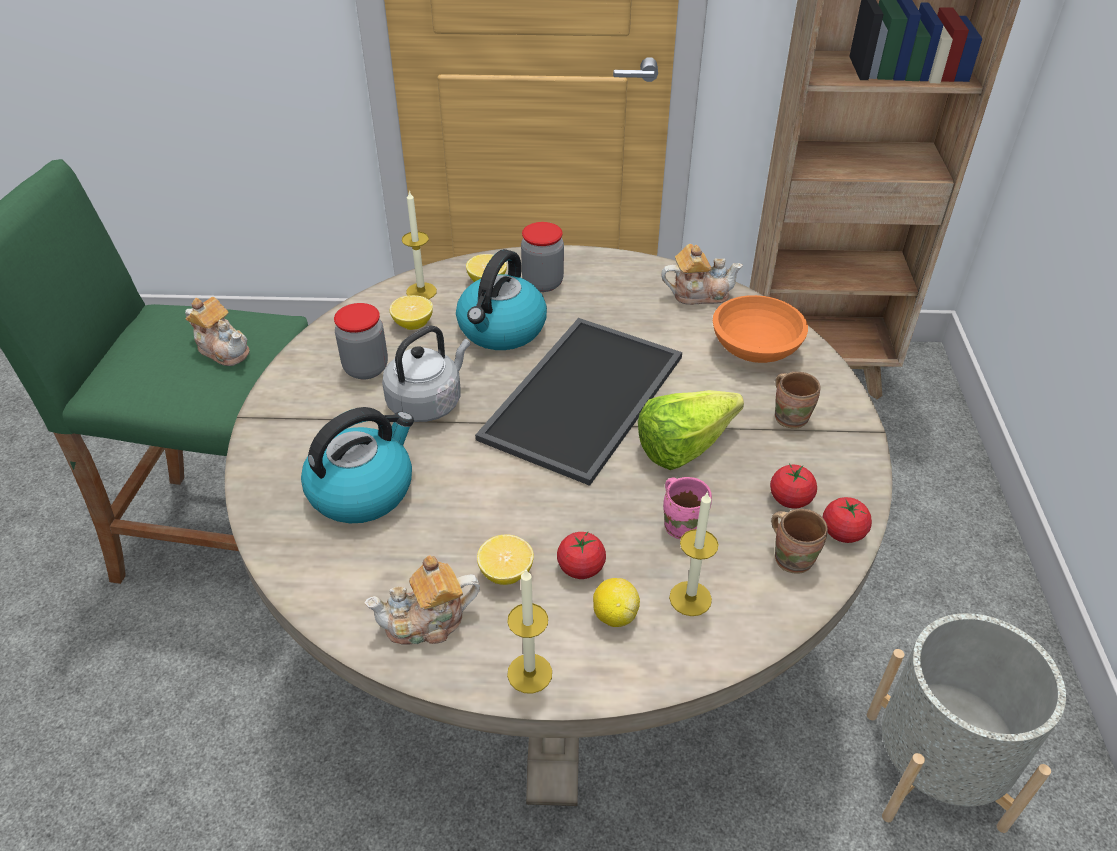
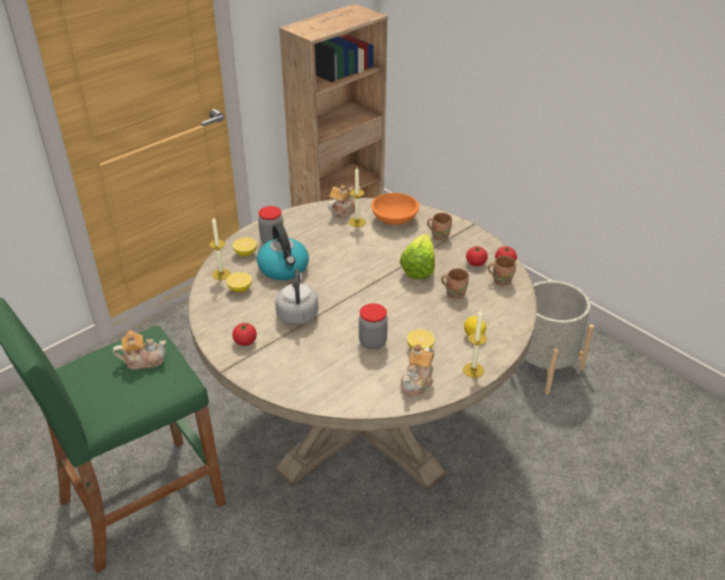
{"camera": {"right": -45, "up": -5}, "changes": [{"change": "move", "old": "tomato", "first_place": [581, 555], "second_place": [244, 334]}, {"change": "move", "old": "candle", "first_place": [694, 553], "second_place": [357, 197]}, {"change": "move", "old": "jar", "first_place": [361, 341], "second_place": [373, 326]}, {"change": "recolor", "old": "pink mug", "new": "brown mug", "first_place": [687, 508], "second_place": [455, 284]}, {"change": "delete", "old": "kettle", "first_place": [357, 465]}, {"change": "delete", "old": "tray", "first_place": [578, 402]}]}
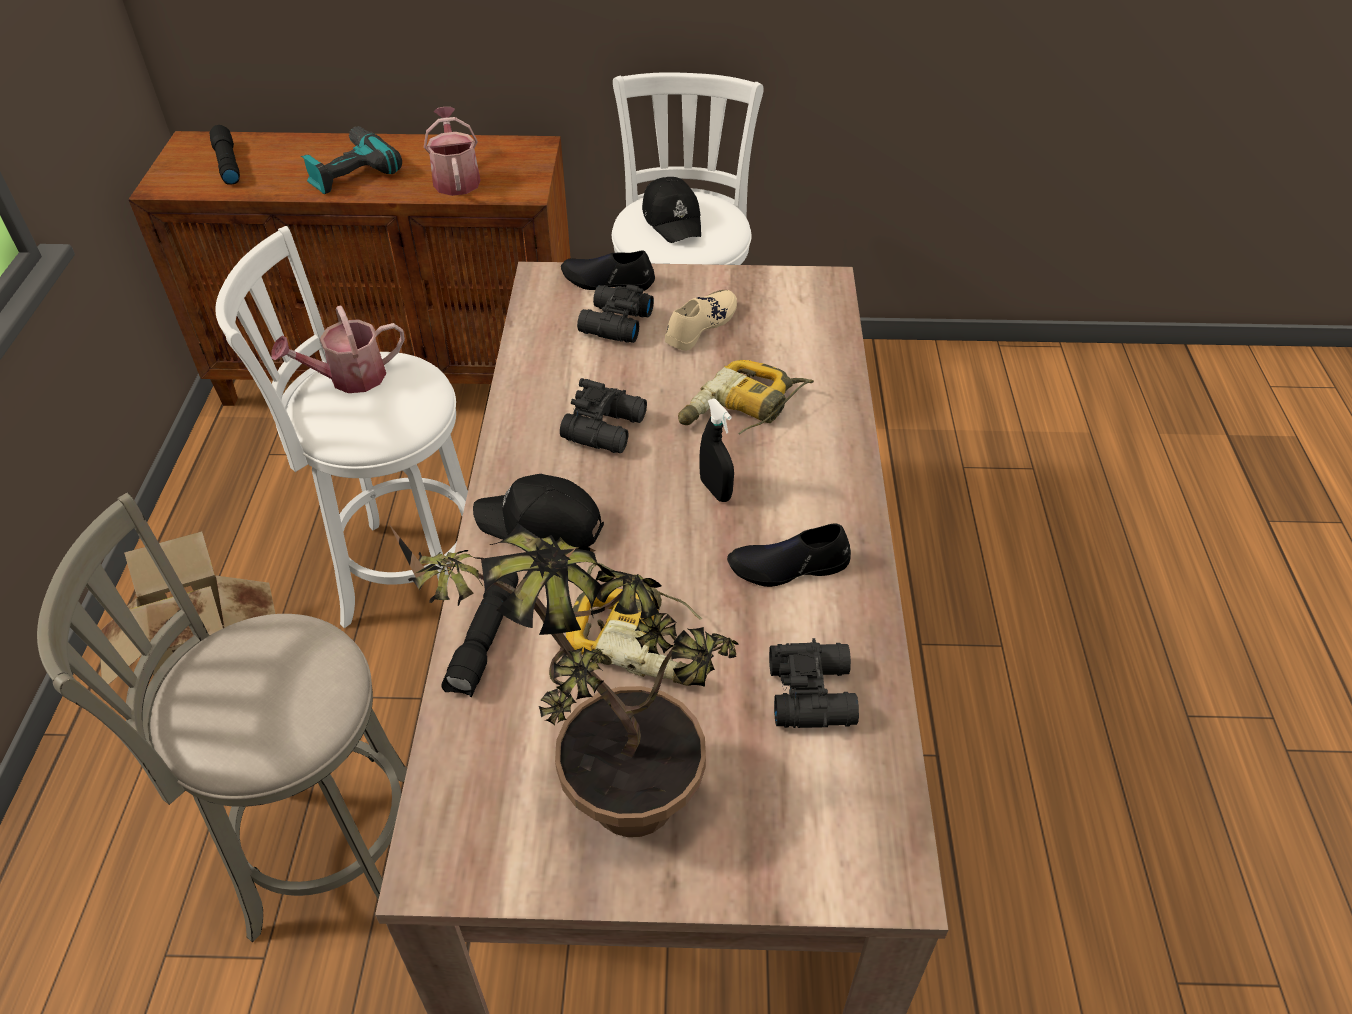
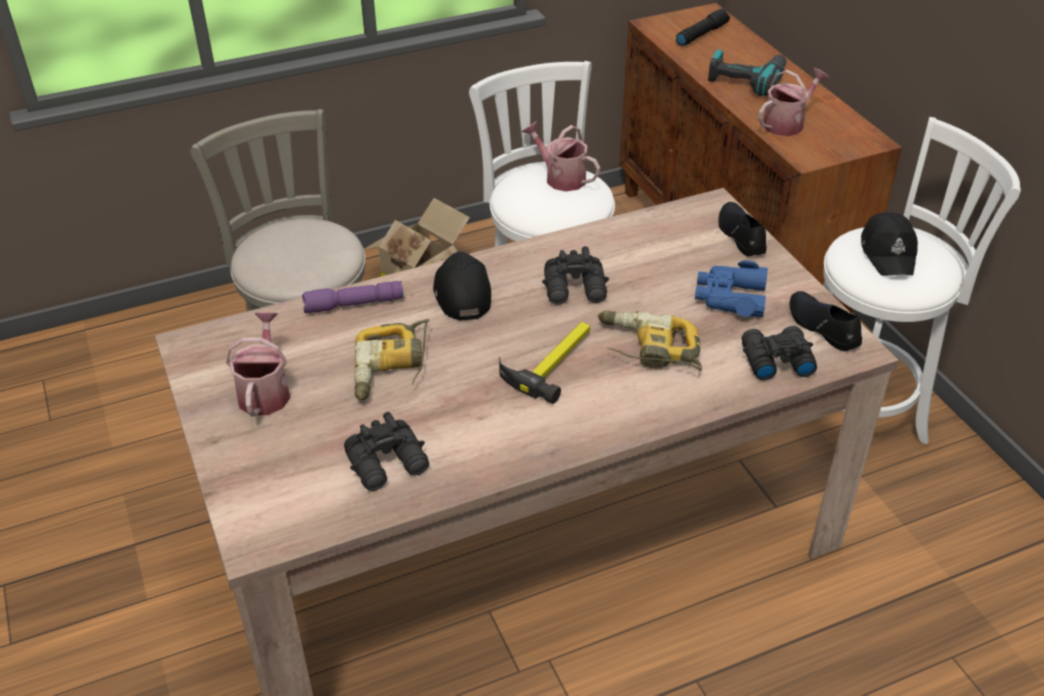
{"camera": {"right": 65, "up": -5}, "changes": [{"change": "replace", "old": "potted plant", "new": "watering can", "first_place": [564, 680], "second_place": [258, 364]}, {"change": "recolor", "old": "black flashlight", "new": "purple flashlight", "first_place": [479, 634], "second_place": [353, 297]}, {"change": "replace", "old": "black spray bottle", "new": "hammer", "first_place": [716, 450], "second_place": [544, 363]}, {"change": "replace", "old": "beige shoe", "new": "blue binoculars", "first_place": [701, 320], "second_place": [731, 288]}, {"change": "move", "old": "black binoculars", "first_place": [615, 313], "second_place": [779, 353]}, {"change": "move", "old": "black shoe", "first_place": [789, 555], "second_place": [825, 321]}, {"change": "rotate", "old": "black cap", "first_place": [671, 210], "second_place": [889, 244], "degrees": -45}]}
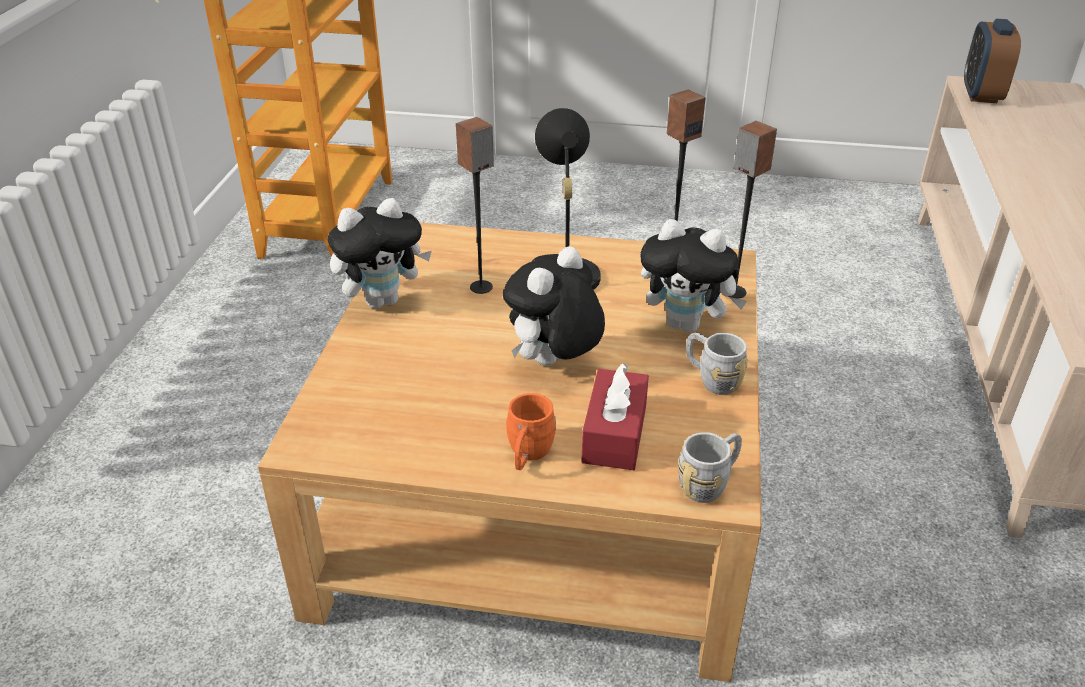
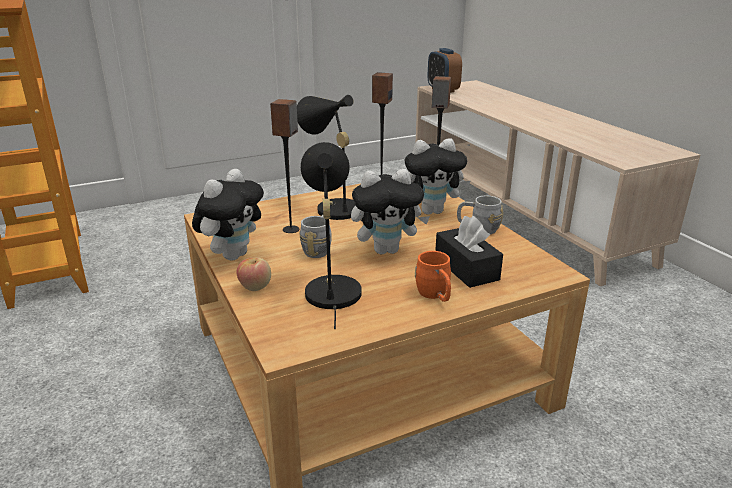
{"camera": {"right": -35, "up": -10}, "changes": [{"change": "insert", "new": "apple", "second_place": [253, 274]}, {"change": "move", "old": "grey mug", "first_place": [710, 467], "second_place": [315, 236]}, {"change": "insert", "new": "black table lamp", "second_place": [331, 235]}, {"change": "rotate", "old": "plush toy", "first_place": [554, 306], "second_place": [390, 211], "degrees": -105}, {"change": "recolor", "old": "red tissue box", "new": "black tissue box", "first_place": [615, 416], "second_place": [469, 252]}]}
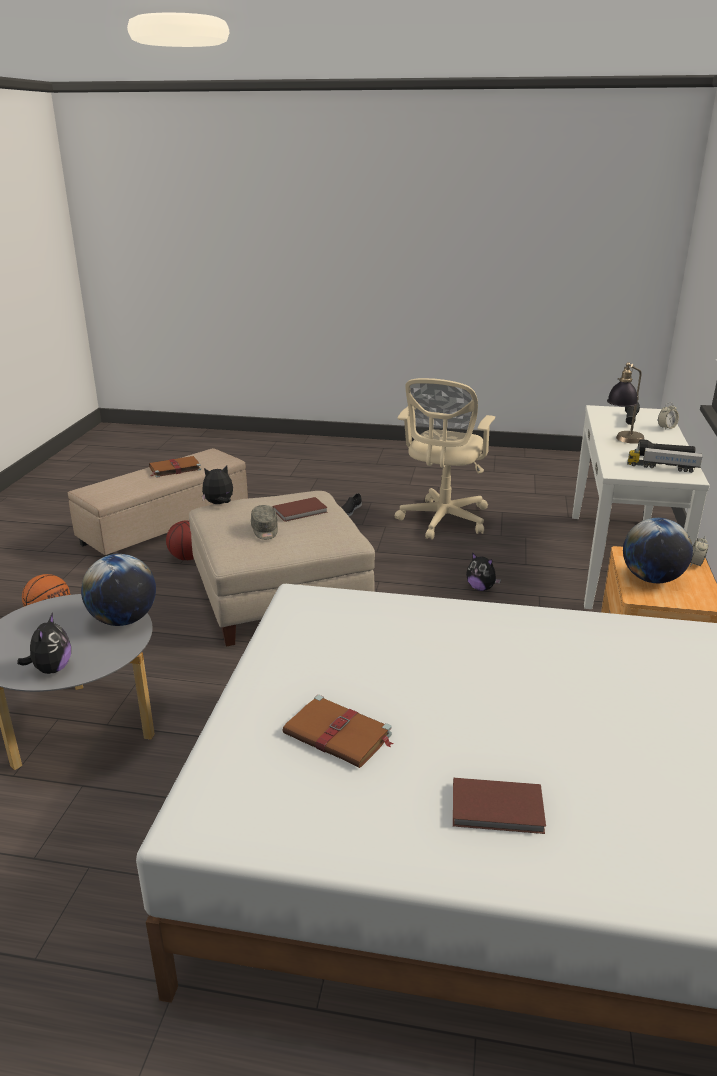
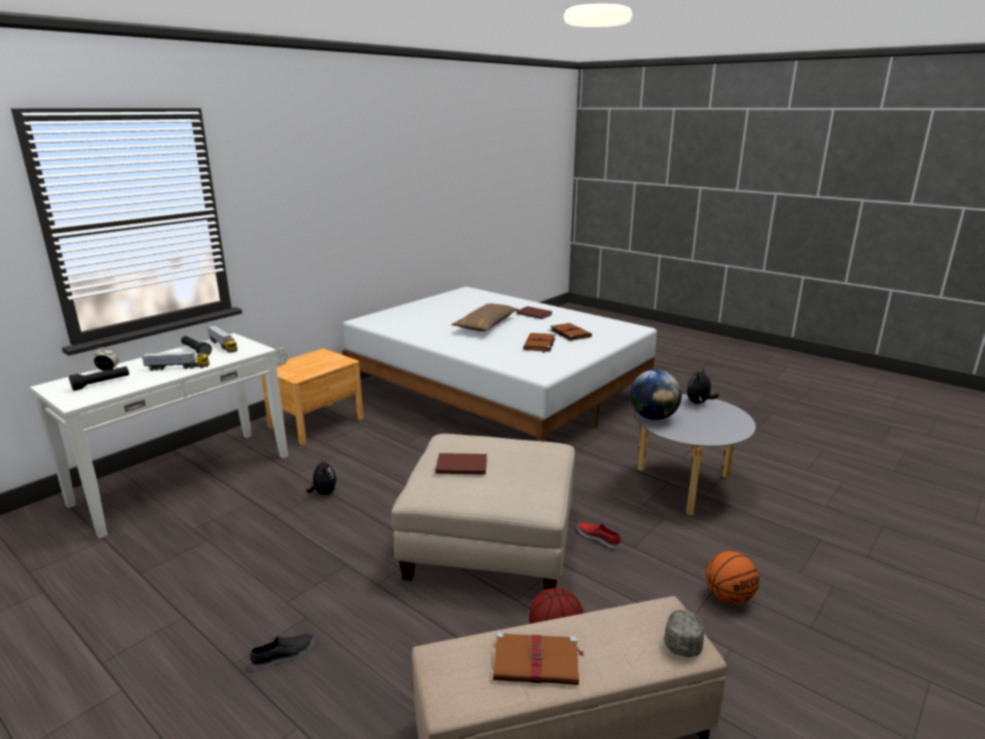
{"camera": {"right": -150, "up": -5}, "changes": [{"change": "replace", "old": "table lamp", "new": "toy truck", "first_place": [626, 403], "second_place": [176, 361]}, {"change": "insert", "new": "brown pillow", "second_place": [484, 317]}, {"change": "insert", "new": "brown book", "second_place": [539, 343]}, {"change": "insert", "new": "red shoe", "second_place": [599, 536]}, {"change": "move", "old": "grey cap", "first_place": [264, 522], "second_place": [684, 633]}, {"change": "delete", "old": "plush toy", "first_place": [217, 485]}, {"change": "delete", "old": "beige office chair", "first_place": [445, 459]}, {"change": "delete", "old": "globe", "first_place": [658, 550]}]}
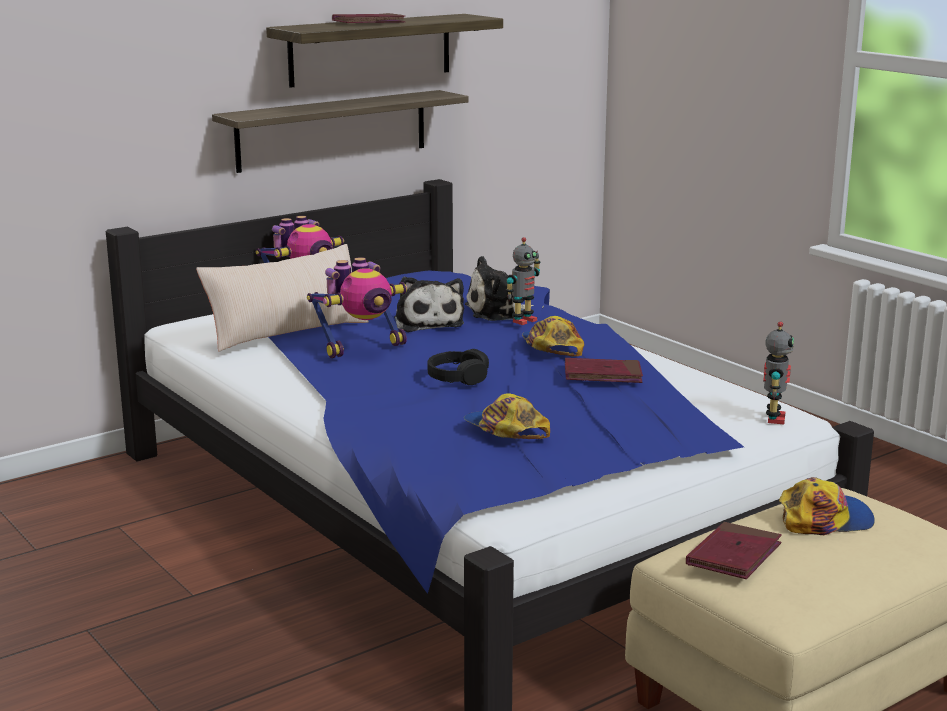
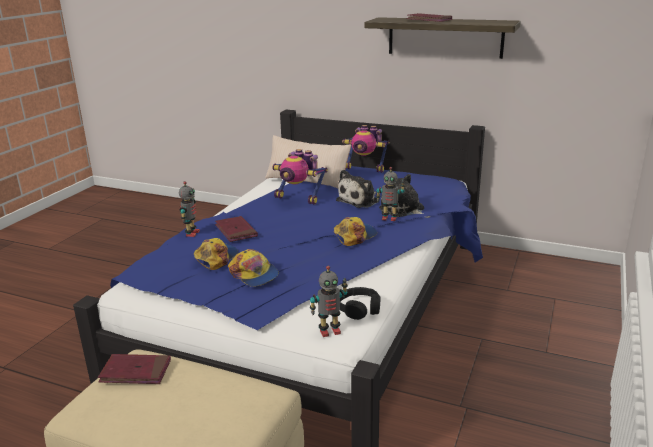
{"camera": {"right": 60, "up": 5}, "changes": [{"change": "insert", "new": "toy robot", "second_place": [189, 209]}, {"change": "move", "old": "red book", "first_place": [604, 370], "second_place": [236, 229]}, {"change": "move", "old": "cap", "first_place": [827, 506], "second_place": [253, 268]}, {"change": "move", "old": "black headphones", "first_place": [458, 367], "second_place": [360, 303]}, {"change": "delete", "old": "shelf", "first_place": [340, 131]}]}
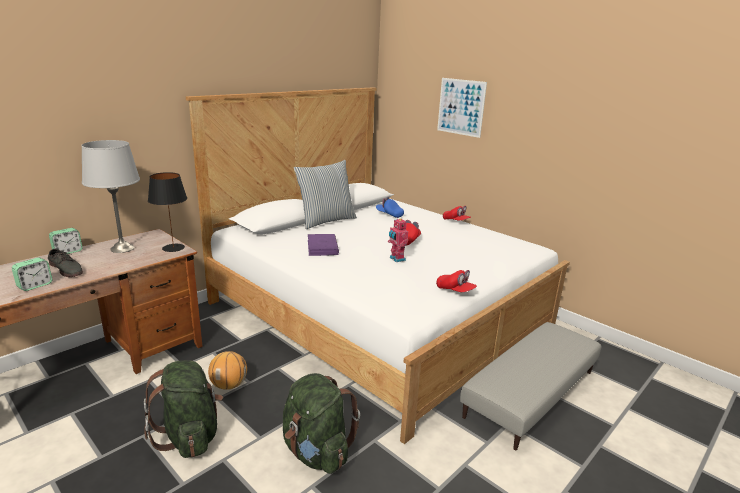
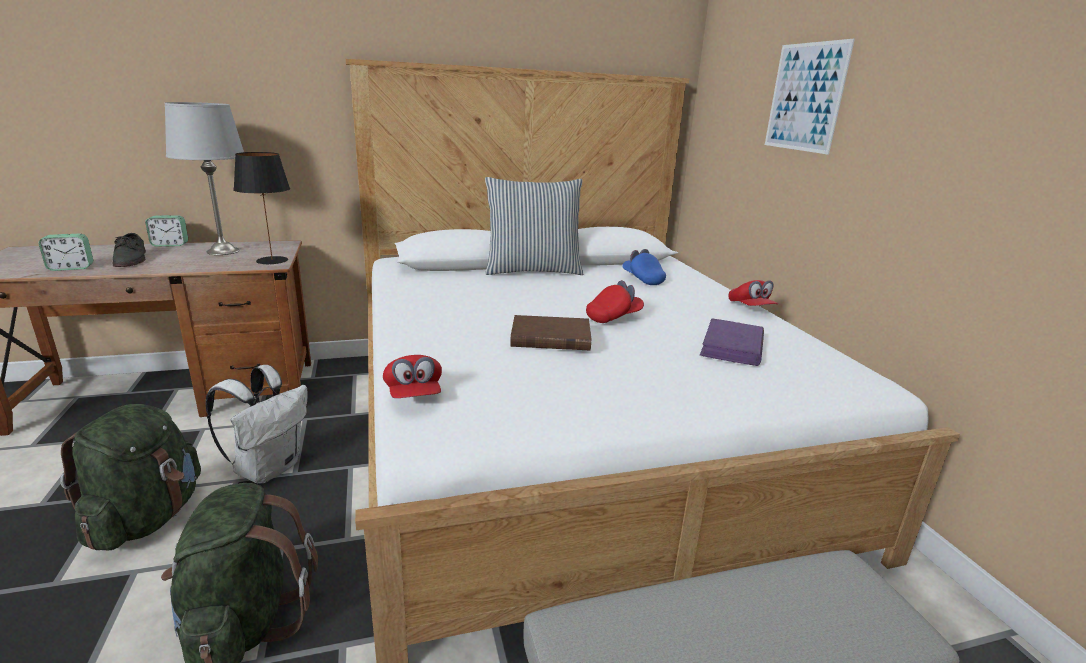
{"camera": {"right": 30, "up": 0}, "changes": [{"change": "replace", "old": "basketball", "new": "white backpack", "first_place": [227, 370], "second_place": [257, 424]}, {"change": "move", "old": "red cap", "first_place": [456, 281], "second_place": [412, 376]}, {"change": "replace", "old": "toy robot", "new": "brown book", "first_place": [398, 239], "second_place": [550, 332]}, {"change": "move", "old": "purple book", "first_place": [323, 245], "second_place": [732, 342]}]}
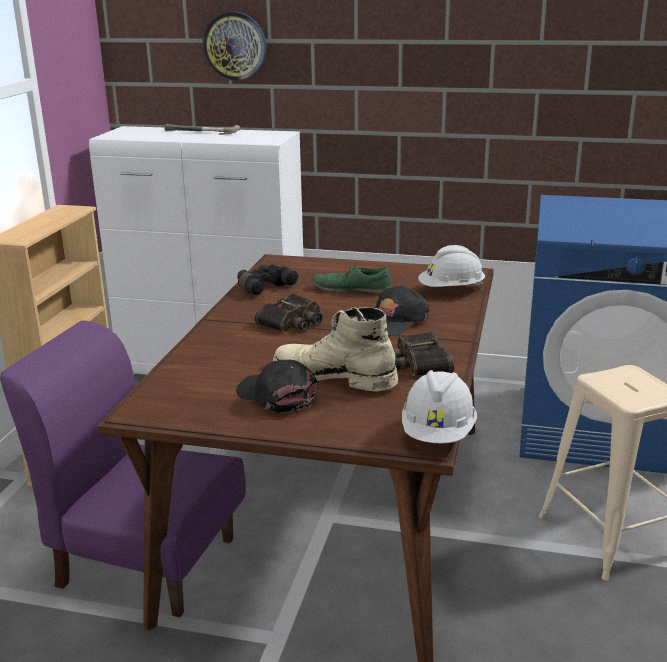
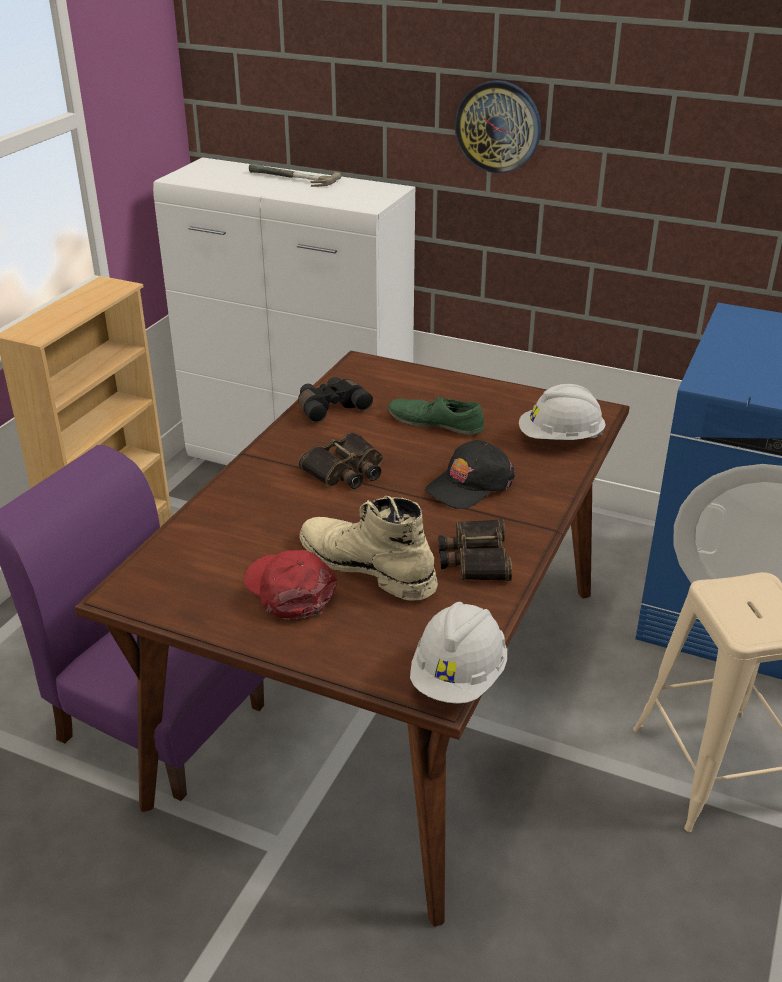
{"camera": {"right": 10, "up": 10}, "changes": [{"change": "recolor", "old": "black cap", "new": "red cap", "first_place": [277, 386], "second_place": [290, 584]}, {"change": "move", "old": "wall clock", "first_place": [234, 46], "second_place": [498, 126]}]}
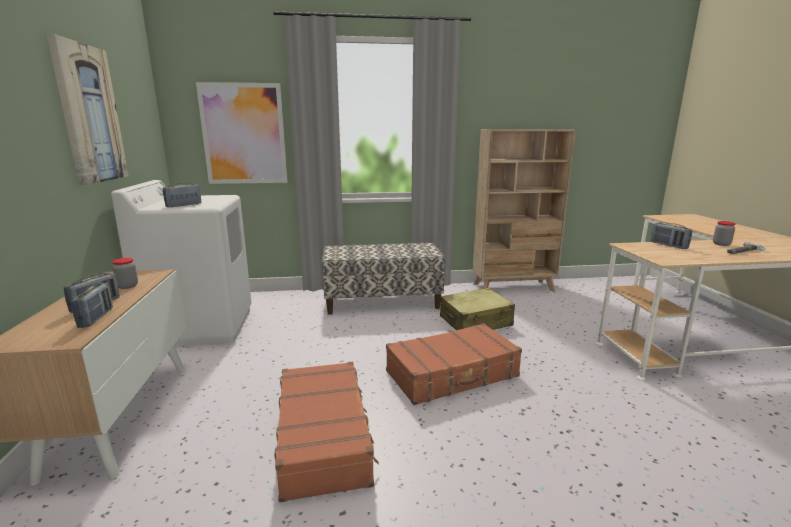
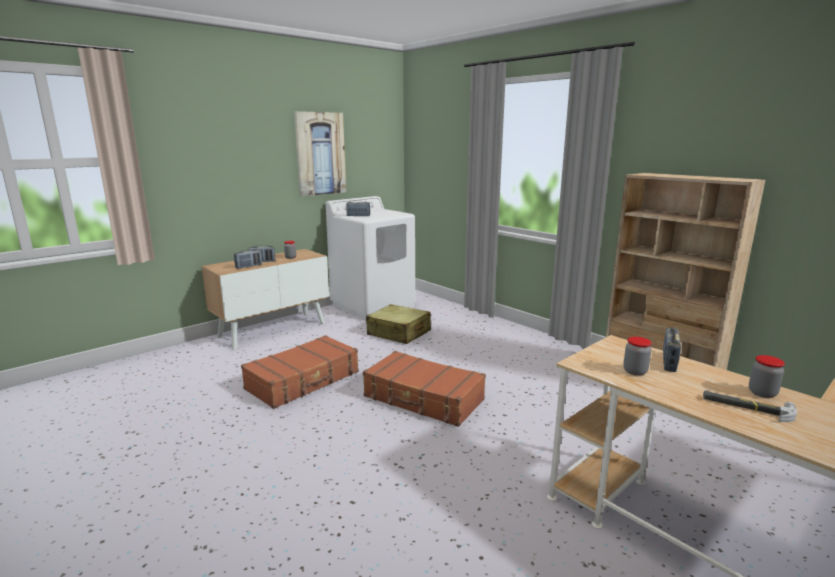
{"camera": {"right": 55, "up": 0}, "changes": [{"change": "move", "old": "beige suitcase", "first_place": [477, 309], "second_place": [398, 324]}, {"change": "insert", "new": "jar", "second_place": [637, 356]}, {"change": "delete", "old": "picture", "first_place": [242, 133]}, {"change": "delete", "old": "bench", "first_place": [383, 278]}]}
